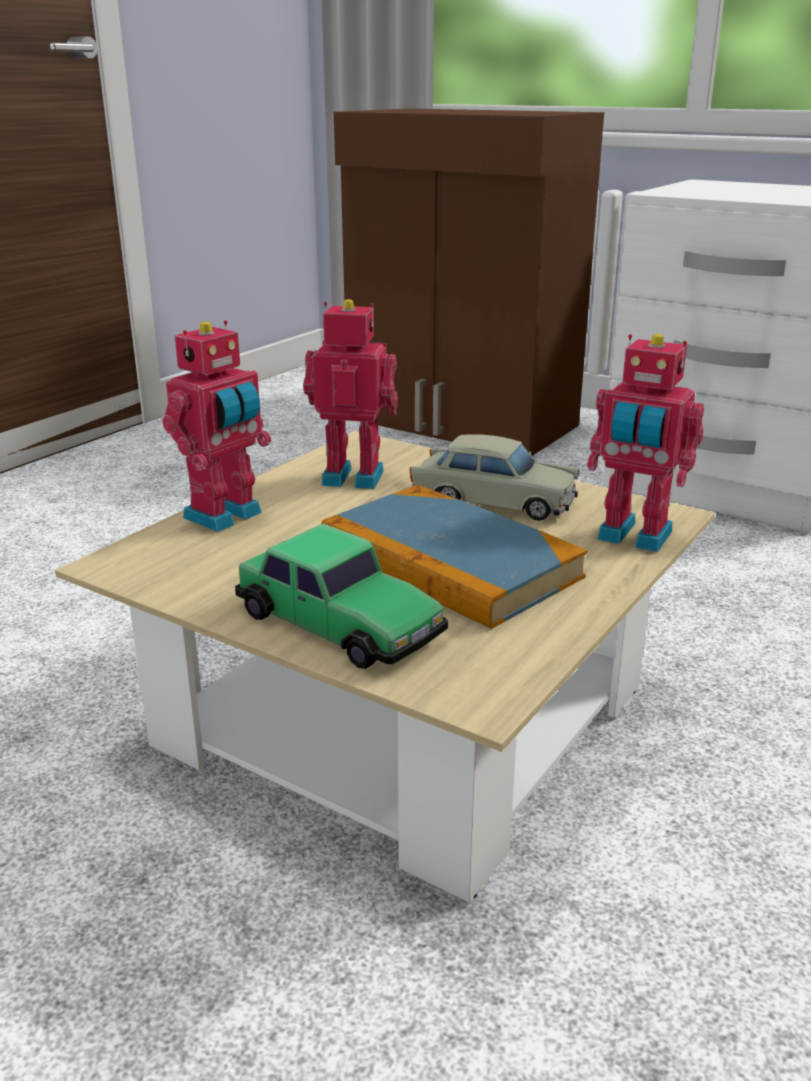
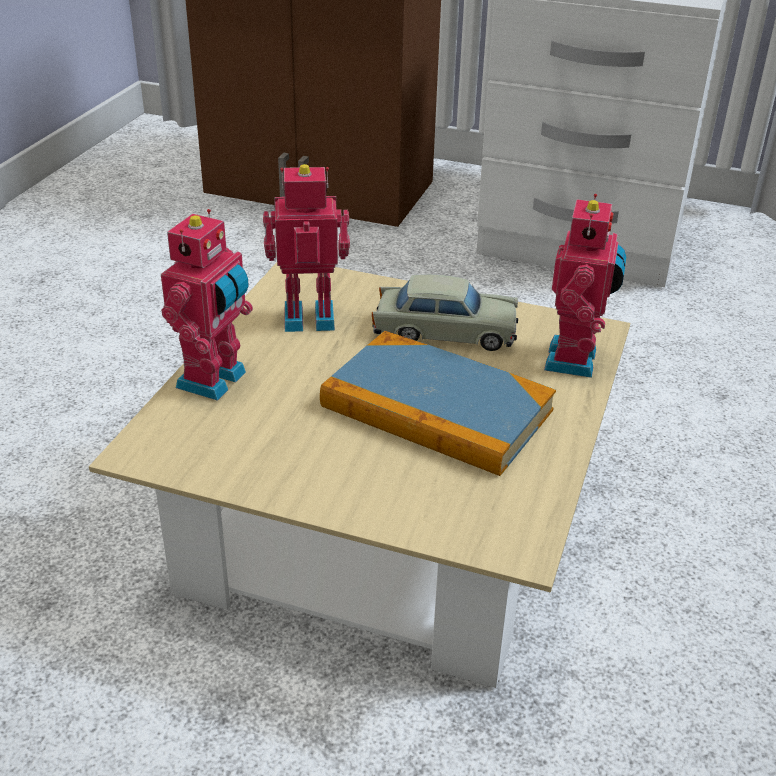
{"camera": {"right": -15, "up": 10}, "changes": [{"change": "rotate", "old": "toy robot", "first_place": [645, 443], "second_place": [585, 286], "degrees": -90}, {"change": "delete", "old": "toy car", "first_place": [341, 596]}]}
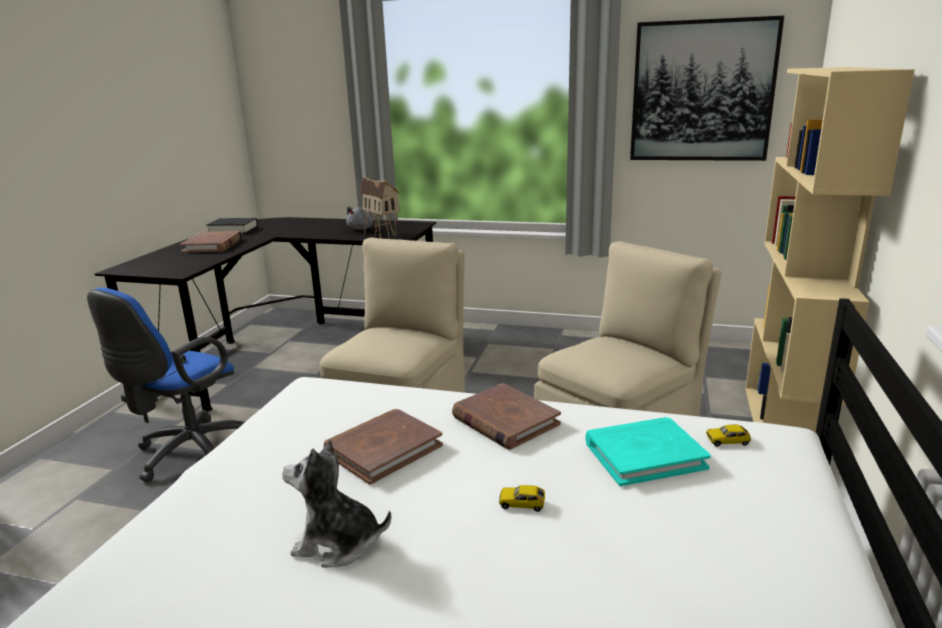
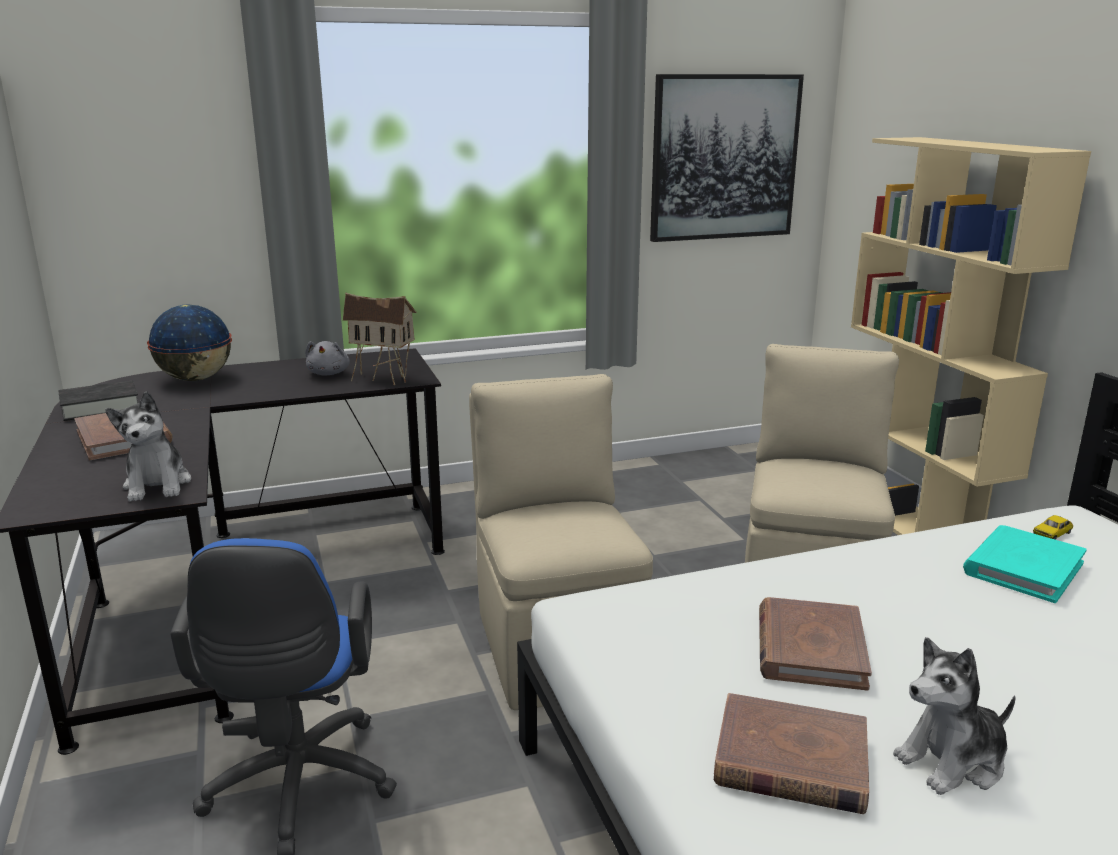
{"camera": {"right": -35, "up": 0}, "changes": [{"change": "insert", "new": "plush toy", "second_place": [148, 446]}, {"change": "insert", "new": "globe", "second_place": [189, 343]}, {"change": "move", "old": "brown book", "first_place": [506, 416], "second_place": [791, 753]}, {"change": "delete", "old": "toy car", "first_place": [522, 498]}]}
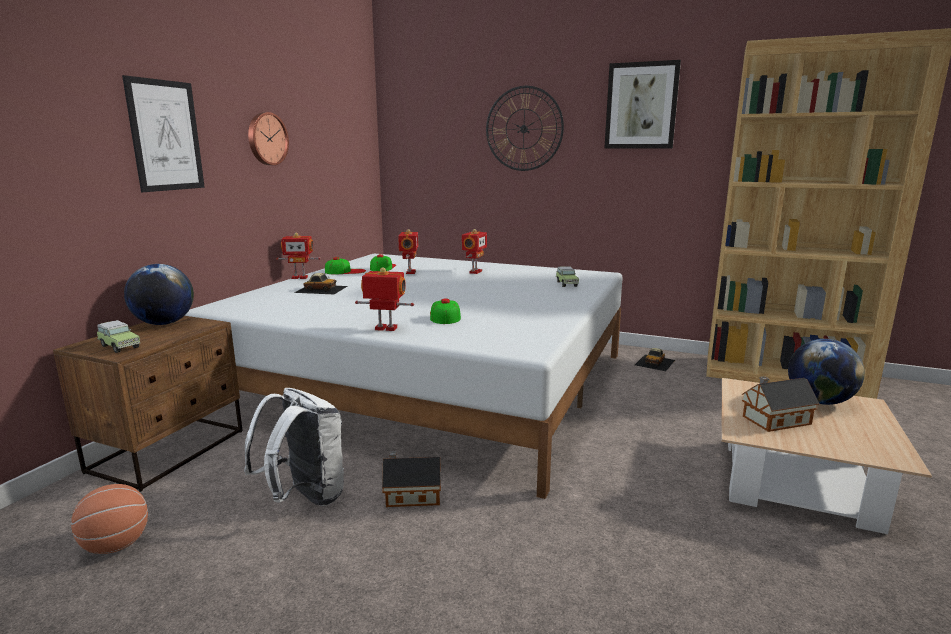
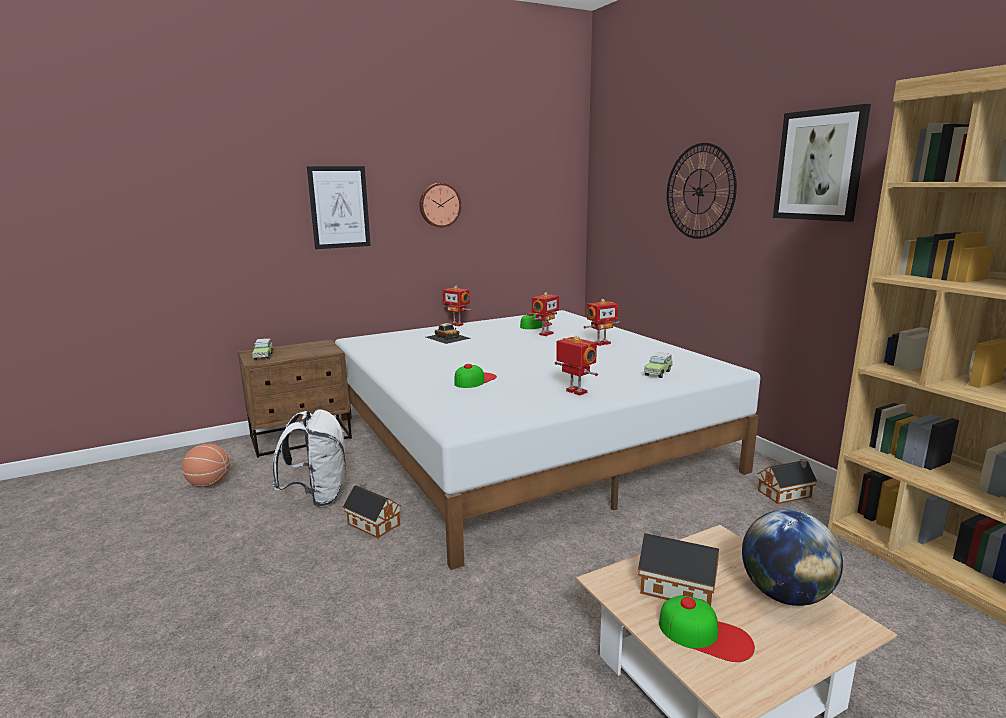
{"camera": {"right": 40, "up": 0}, "changes": [{"change": "move", "old": "toy robot", "first_place": [384, 299], "second_place": [576, 366]}, {"change": "move", "old": "cap", "first_place": [345, 265], "second_place": [707, 628]}, {"change": "replace", "old": "toy car", "new": "toy house", "first_place": [655, 359], "second_place": [787, 481]}, {"change": "delete", "old": "globe", "first_place": [159, 294]}]}
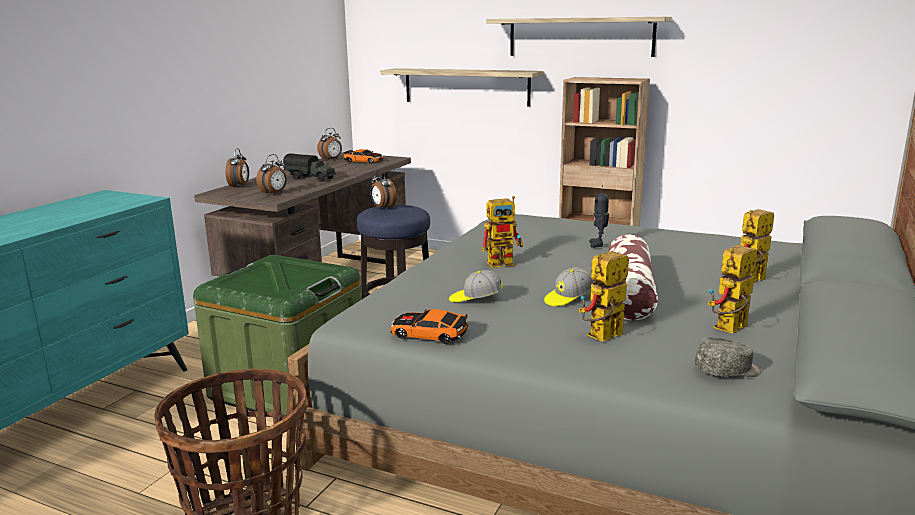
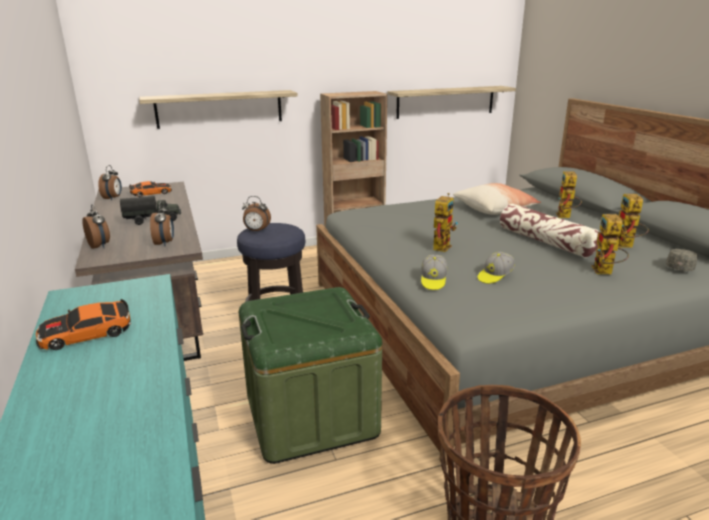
{"camera": {"right": -45, "up": 5}, "changes": [{"change": "move", "old": "toy car", "first_place": [430, 326], "second_place": [83, 324]}, {"change": "move", "old": "shelf", "first_place": [579, 37], "second_place": [452, 102]}, {"change": "move", "old": "cap", "first_place": [569, 286], "second_place": [434, 272]}, {"change": "insert", "new": "pillow", "second_place": [497, 199]}, {"change": "delete", "old": "toy robot", "first_place": [599, 216]}]}
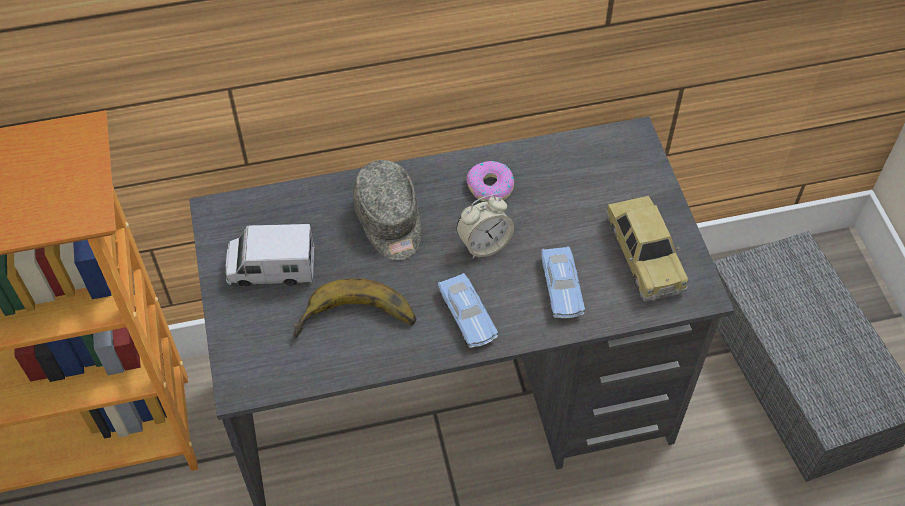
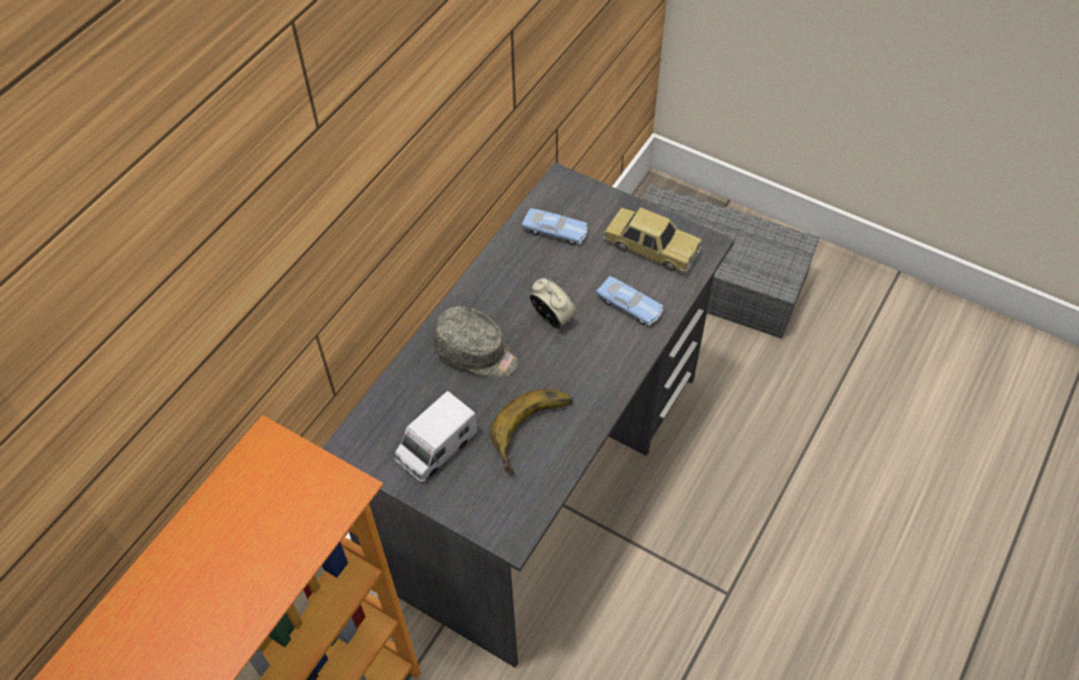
{"camera": {"right": -45, "up": 0}, "changes": [{"change": "move", "old": "blue toy car", "first_place": [468, 310], "second_place": [554, 226]}, {"change": "rotate", "old": "alarm clock", "first_place": [485, 226], "second_place": [553, 303], "degrees": -60}, {"change": "delete", "old": "donut", "first_place": [491, 181]}]}
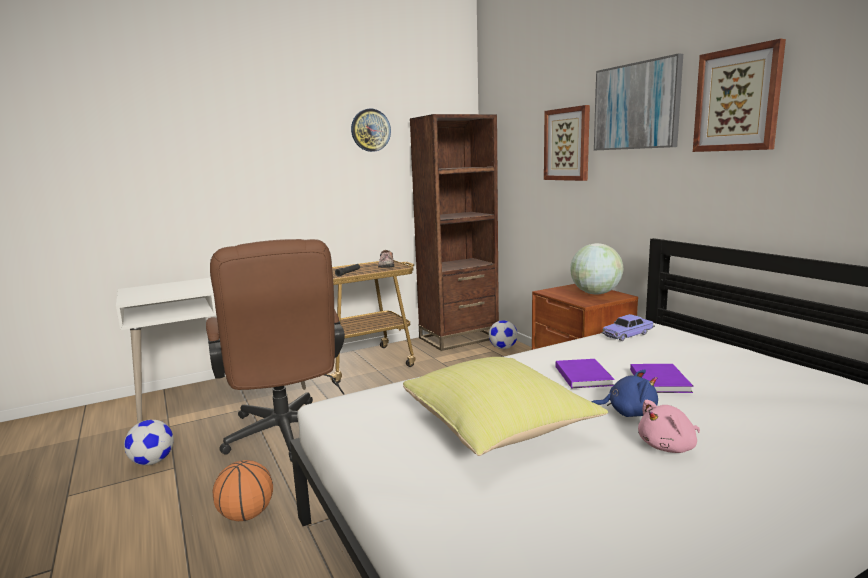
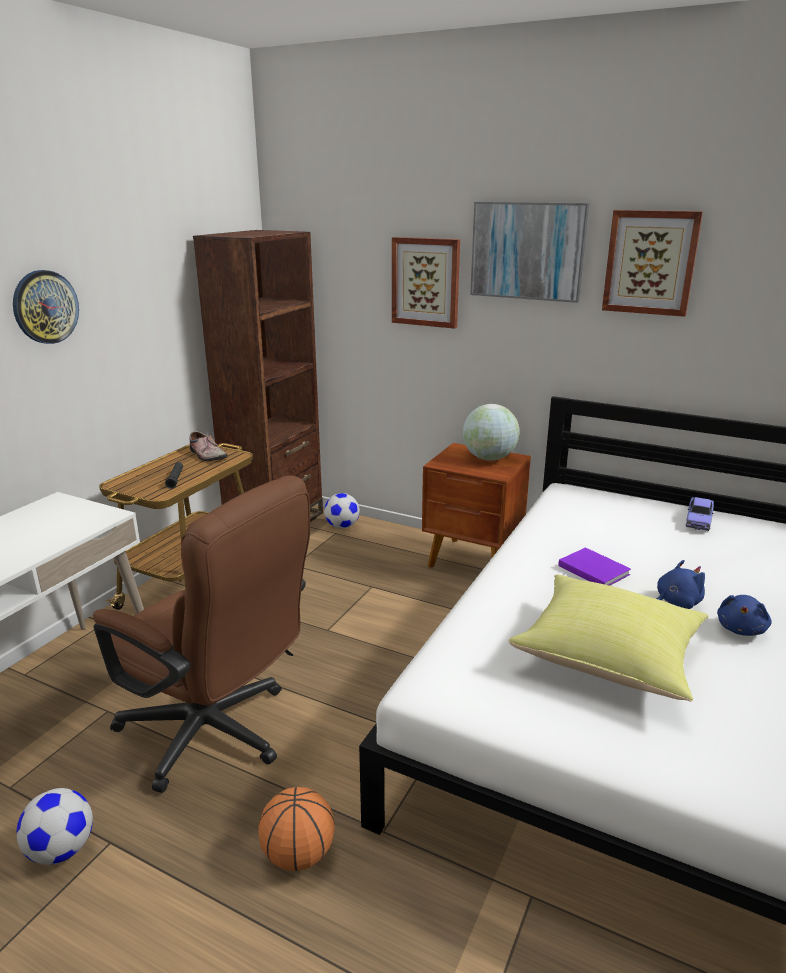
{"camera": {"right": -35, "up": 10}, "changes": [{"change": "move", "old": "wall clock", "first_place": [371, 130], "second_place": [46, 307]}, {"change": "move", "old": "toy car", "first_place": [628, 327], "second_place": [700, 514]}, {"change": "recolor", "old": "pink plush toy", "new": "blue plush toy", "first_place": [669, 426], "second_place": [744, 615]}, {"change": "delete", "old": "purple book", "first_place": [661, 378]}]}
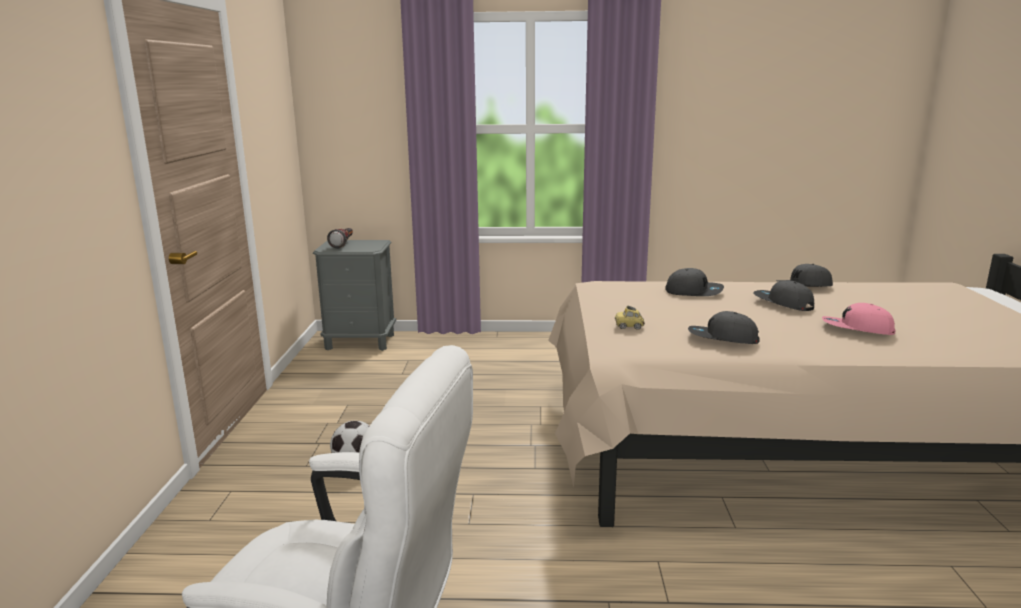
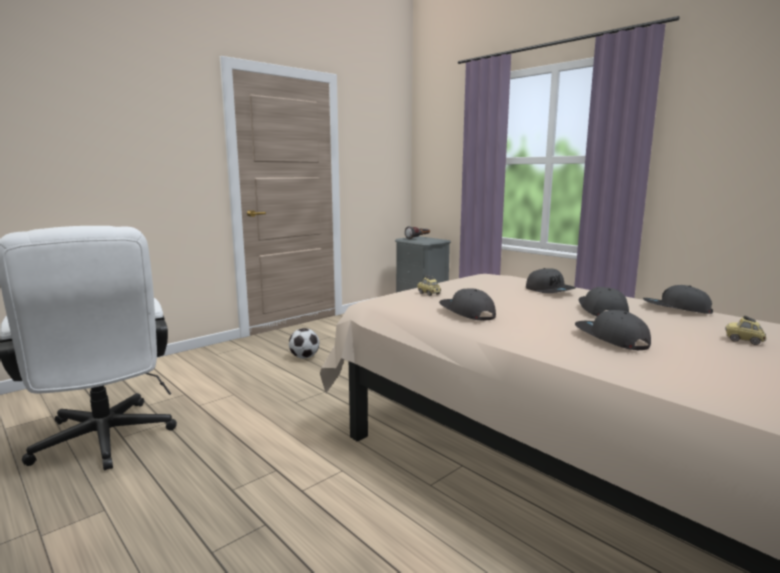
{"camera": {"right": 45, "up": -5}, "changes": [{"change": "recolor", "old": "pink cap", "new": "grey cap", "first_place": [858, 319], "second_place": [613, 330]}, {"change": "insert", "new": "toy car", "second_place": [746, 330]}]}
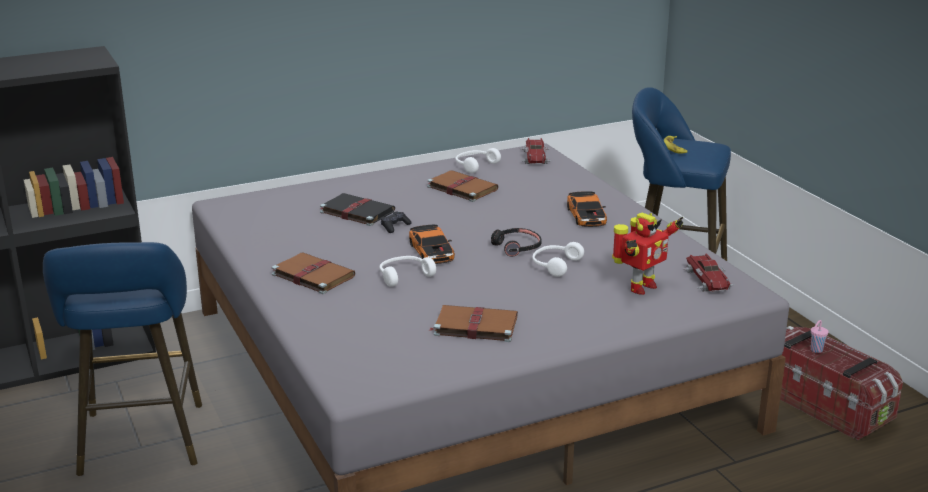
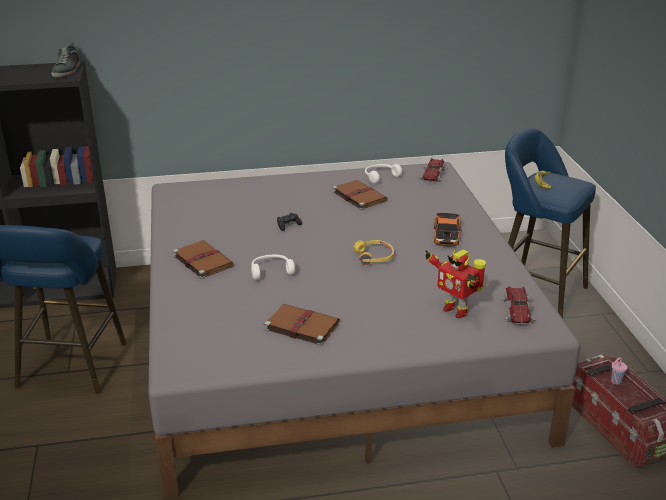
{"camera": {"right": 15, "up": 5}, "changes": [{"change": "insert", "new": "shoe", "second_place": [65, 60]}, {"change": "recolor", "old": "black headphones", "new": "yellow headphones", "first_place": [516, 242], "second_place": [373, 252]}, {"change": "rotate", "old": "toy robot", "first_place": [648, 254], "second_place": [455, 283], "degrees": 75}, {"change": "delete", "old": "black book", "first_place": [357, 209]}, {"change": "delete", "old": "toy car", "first_place": [432, 244]}, {"change": "delete", "old": "white headphones", "first_place": [558, 259]}]}
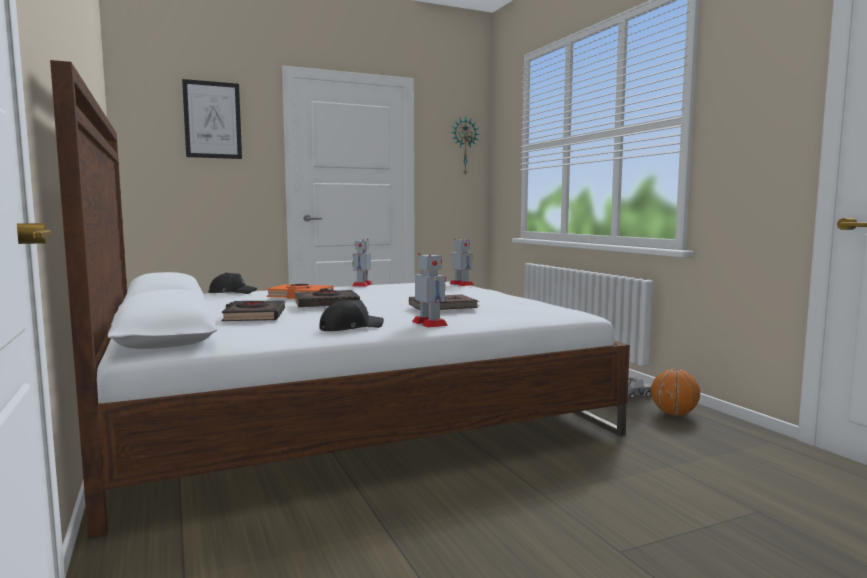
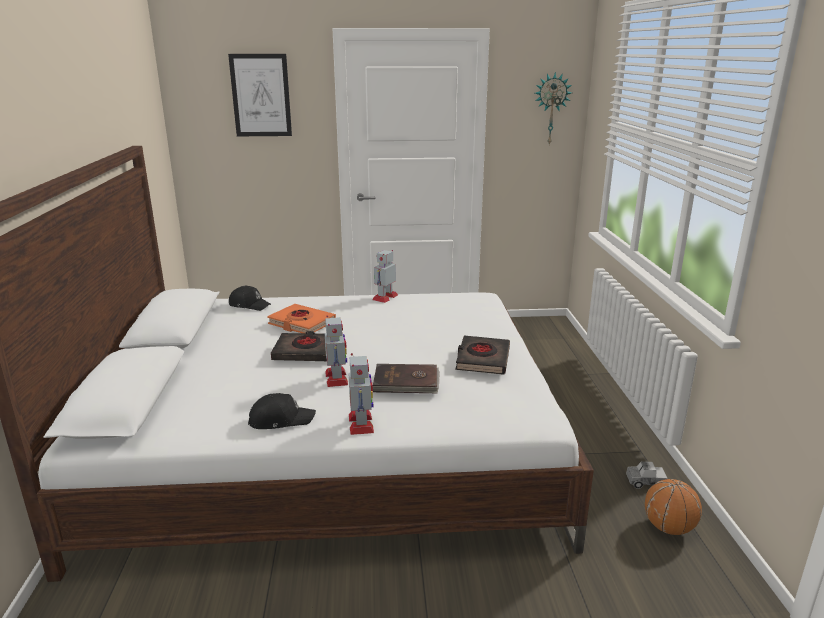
{"camera": {"right": 20, "up": 15}, "changes": [{"change": "move", "old": "toy robot", "first_place": [461, 262], "second_place": [336, 351]}, {"change": "move", "old": "black book", "first_place": [253, 311], "second_place": [482, 355]}]}
